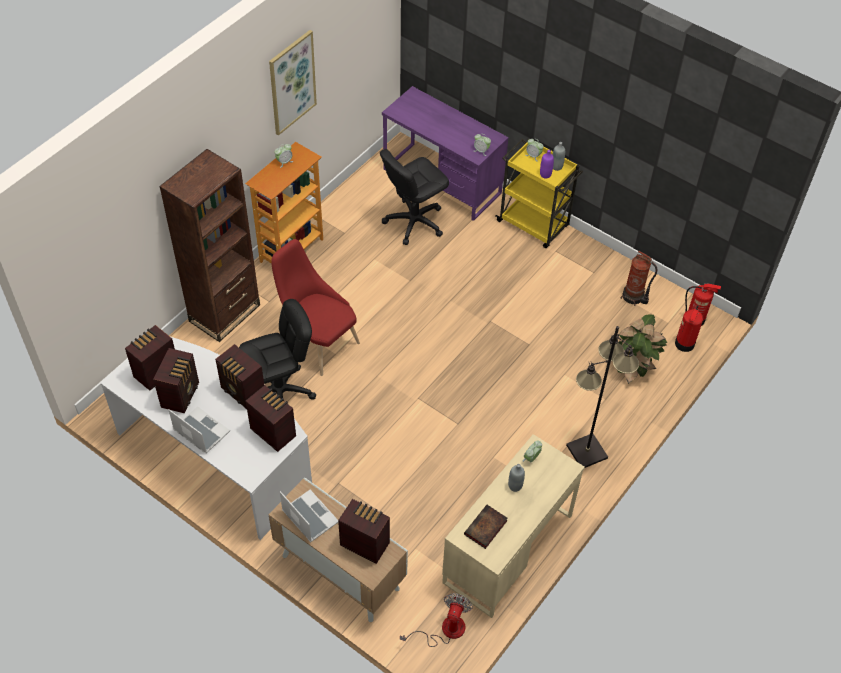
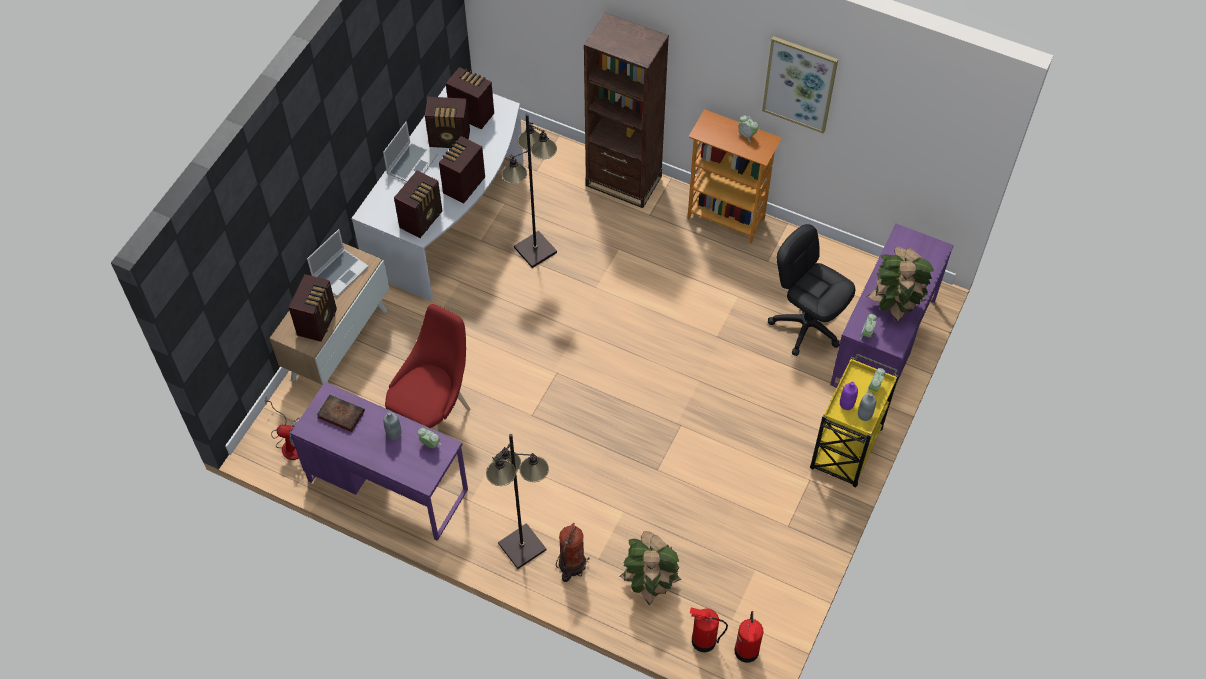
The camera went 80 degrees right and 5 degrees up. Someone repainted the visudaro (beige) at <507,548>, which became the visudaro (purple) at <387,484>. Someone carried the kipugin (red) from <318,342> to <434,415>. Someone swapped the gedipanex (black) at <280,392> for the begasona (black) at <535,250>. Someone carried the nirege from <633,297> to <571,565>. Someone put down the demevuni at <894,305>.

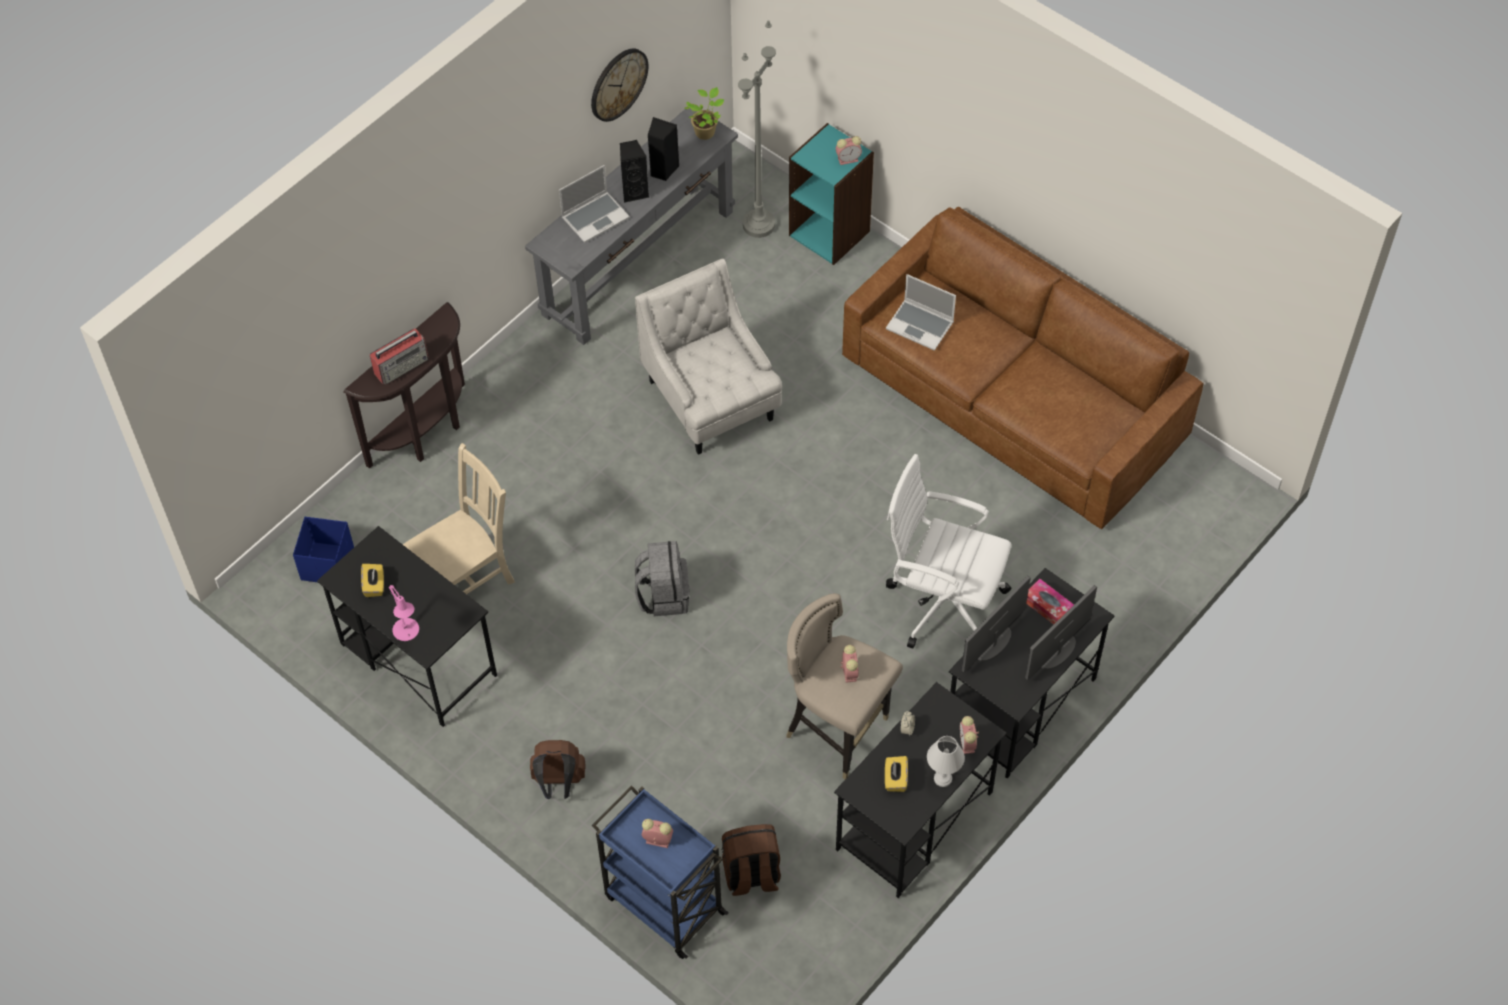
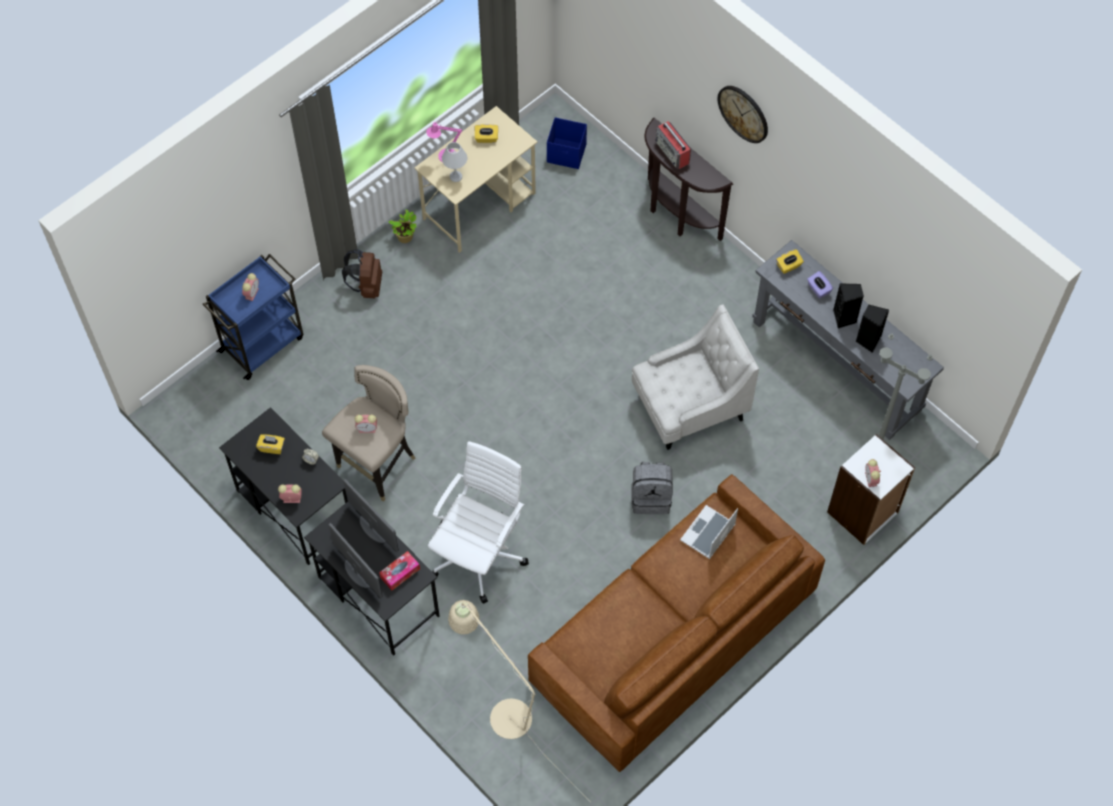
The camera went 95 degrees right and 5 degrees up. Someone carried the demevuni from <705,131> to <406,237>. Someone repainted the visudaro (black) at <417,659>, which became the visudaro (beige) at <480,205>. Someone carried the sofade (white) from <943,778> to <455,177>. Someone put down the begasona (beige) at <502,711>. Someone carried the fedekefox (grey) from <663,595> to <651,497>. Someone carried the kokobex from <618,84> to <743,113>. Someone put down the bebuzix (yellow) at <788,266>. Someone swapped the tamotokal at <595,217> for the bebuzix (purple) at <818,289>. Someone repainted the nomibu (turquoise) at <830,233>, which became the nomibu (white) at <863,513>. Someone took away the kipugin (beige) at <467,579>. Someone took away the fedekefox (brown) at <751,875>.

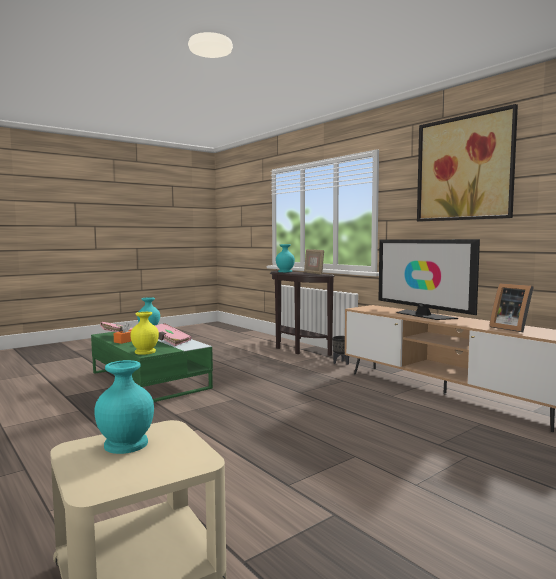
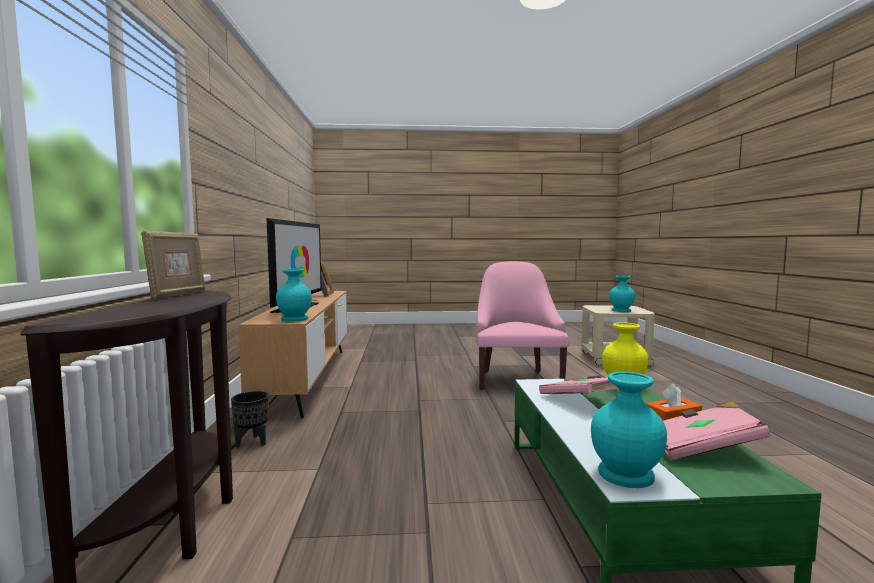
The camera went 145 degrees left and 0 degrees up. Someone carried the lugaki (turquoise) from <285,271> to <295,319>. Someone put down the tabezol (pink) at <516,379>. Someone took away the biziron at <464,168>.

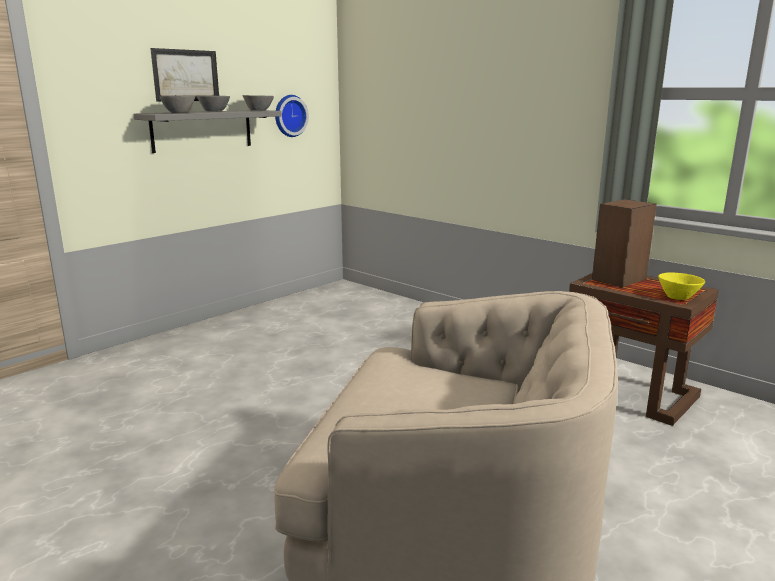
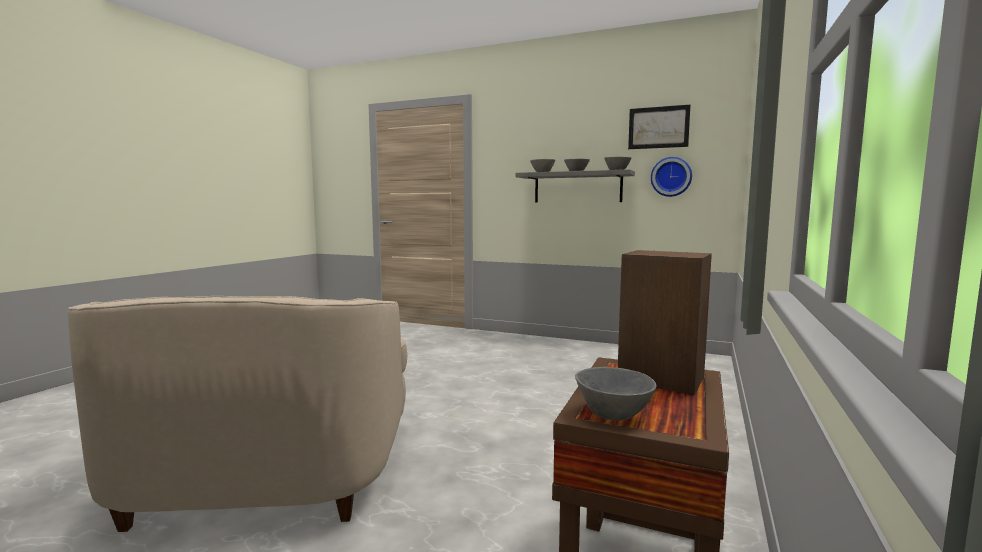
The camera went 70 degrees right and 10 degrees down. Someone repainted the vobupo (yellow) at <679,297>, which became the vobupo (grey) at <614,415>. Someone carried the biziron from <186,75> to <658,127>.

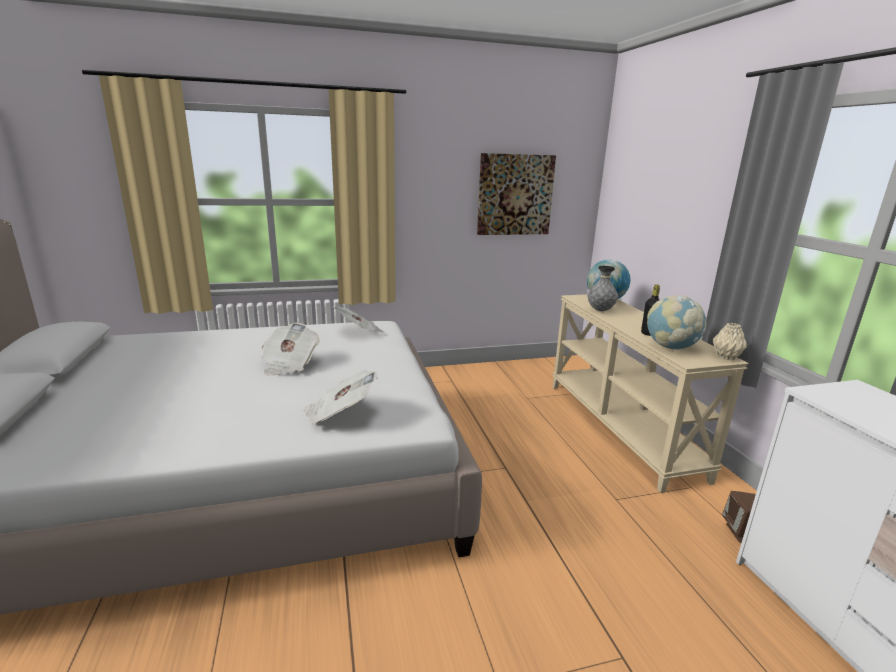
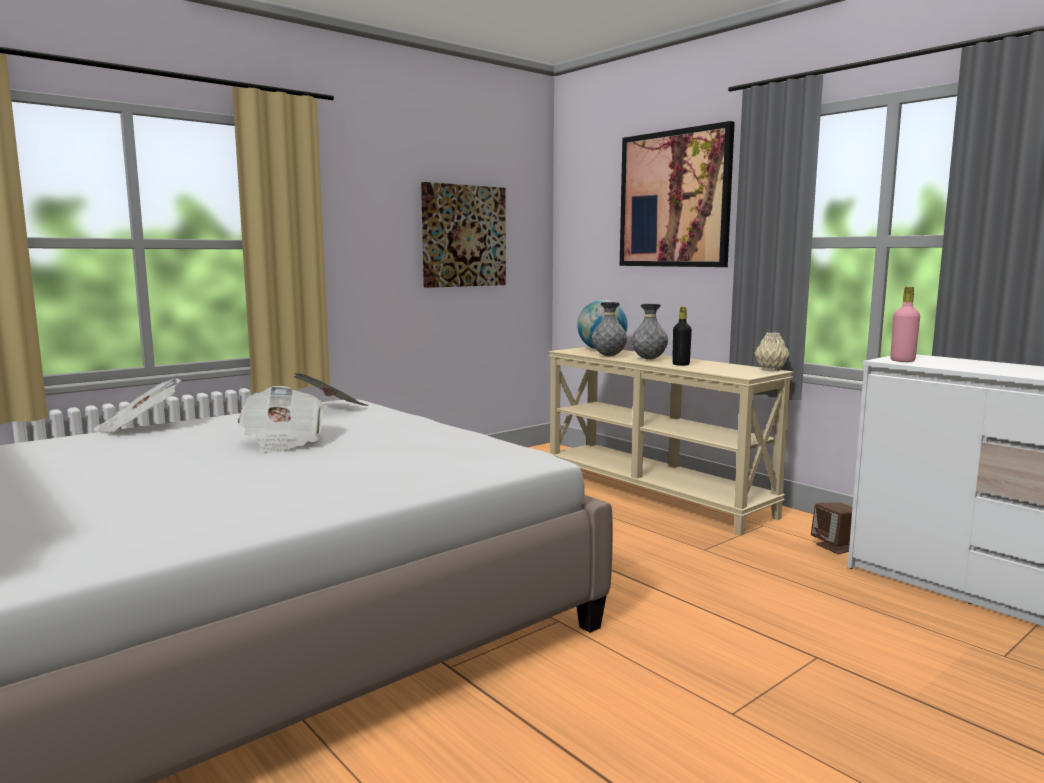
The camera went 25 degrees left and 10 degrees down. Someone carried the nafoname from <340,413> to <139,427>. Someone put up the biziron at <674,199>. Someone put down the lugaki (grey) at <649,359>. Someone put down the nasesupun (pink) at <902,361>. Someone took away the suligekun at <670,347>.

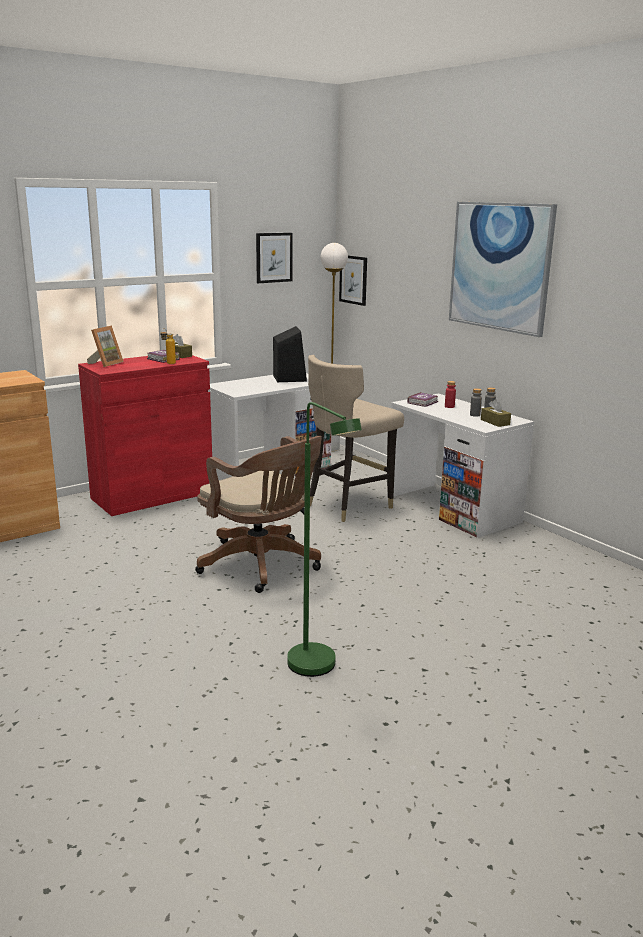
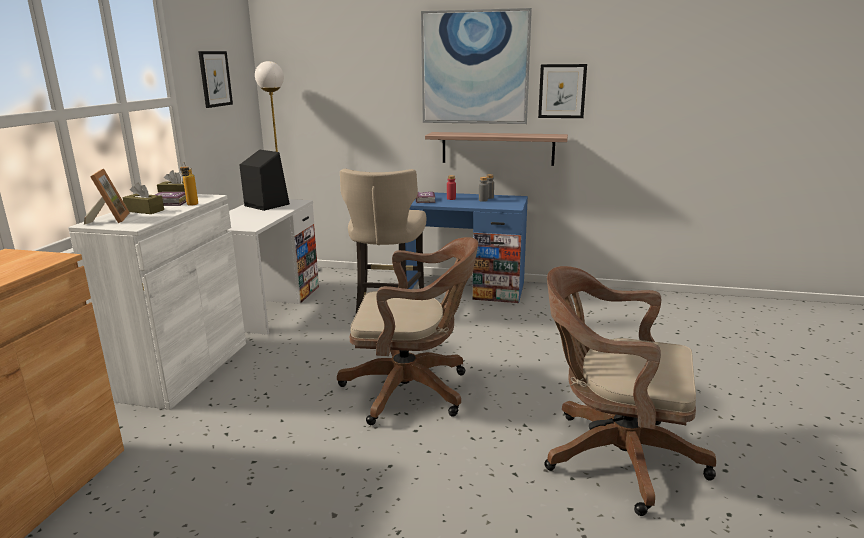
The camera went 40 degrees left and 0 degrees up. Someone repainted the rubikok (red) at <152,495>, which became the rubikok (white) at <182,370>. Someone carried the bebuzix (brown) from <495,422> to <144,210>. Someone repainted the visudaro (white) at <452,509>, which became the visudaro (blue) at <465,288>. Someone put up the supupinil at <497,148>. Someone carried the biziron from <353,279> to <562,91>. Someone swapped the begasona (green) at <318,669> for the gedipanex (brown) at <613,456>.

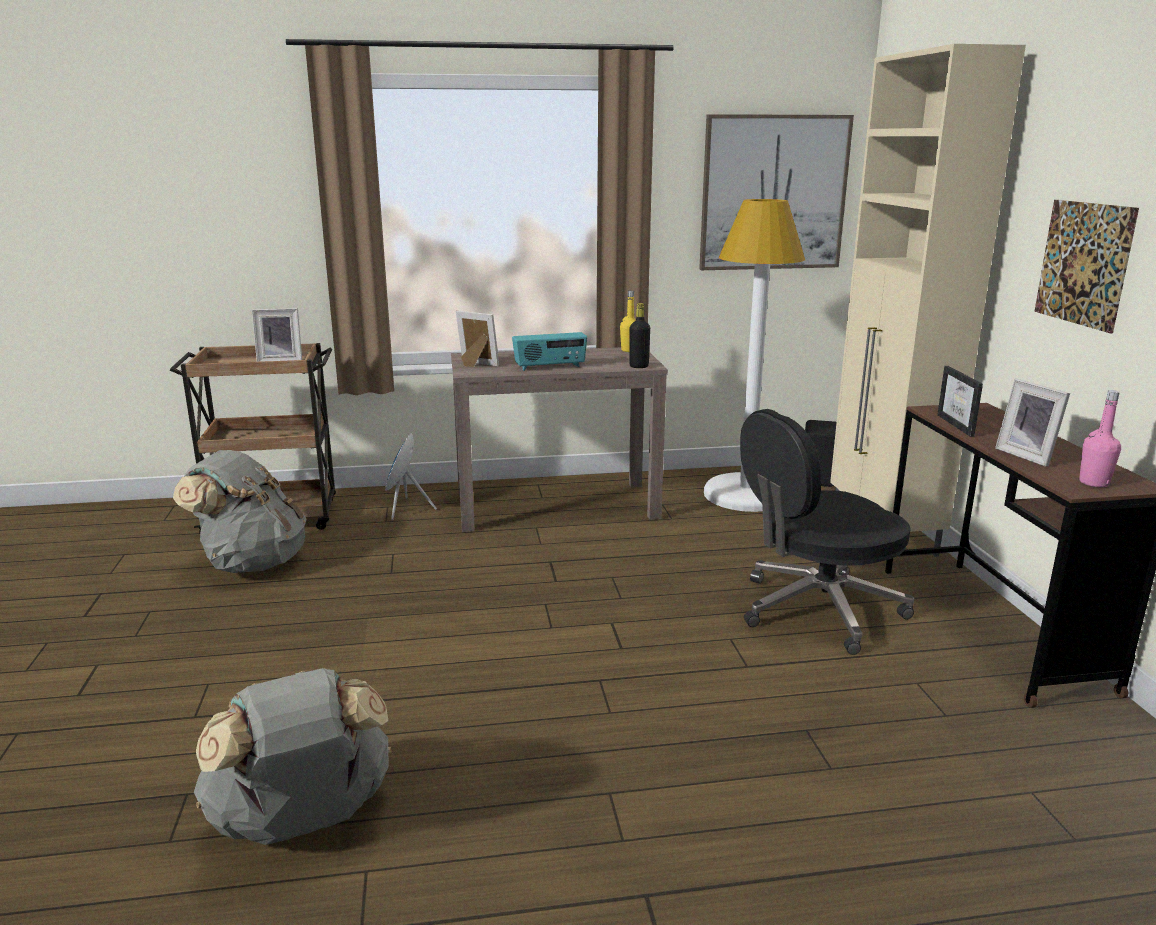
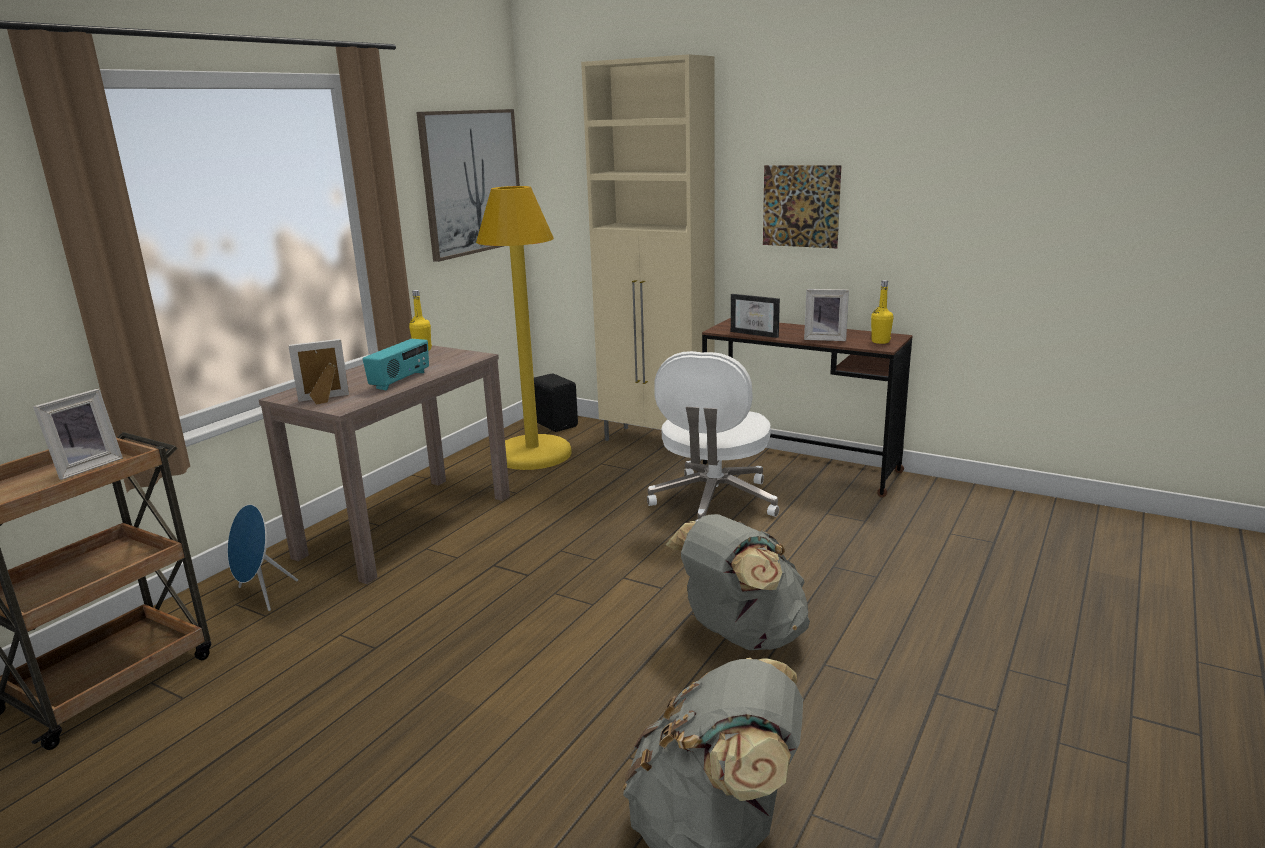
The camera went 50 degrees left and 0 degrees up. Someone repainted the begasona (white) at <746,495>, which became the begasona (yellow) at <533,454>. Someone repainted the gedipanex (black) at <817,610>, which became the gedipanex (white) at <714,503>. Someone carried the fedekefox (grey) from <251,563> to <741,636>. Someone repainted the nasesupun (pink) at <1094,483>, which became the nasesupun (yellow) at <880,341>. Someone took away the nasesupun (black) at <639,366>.

